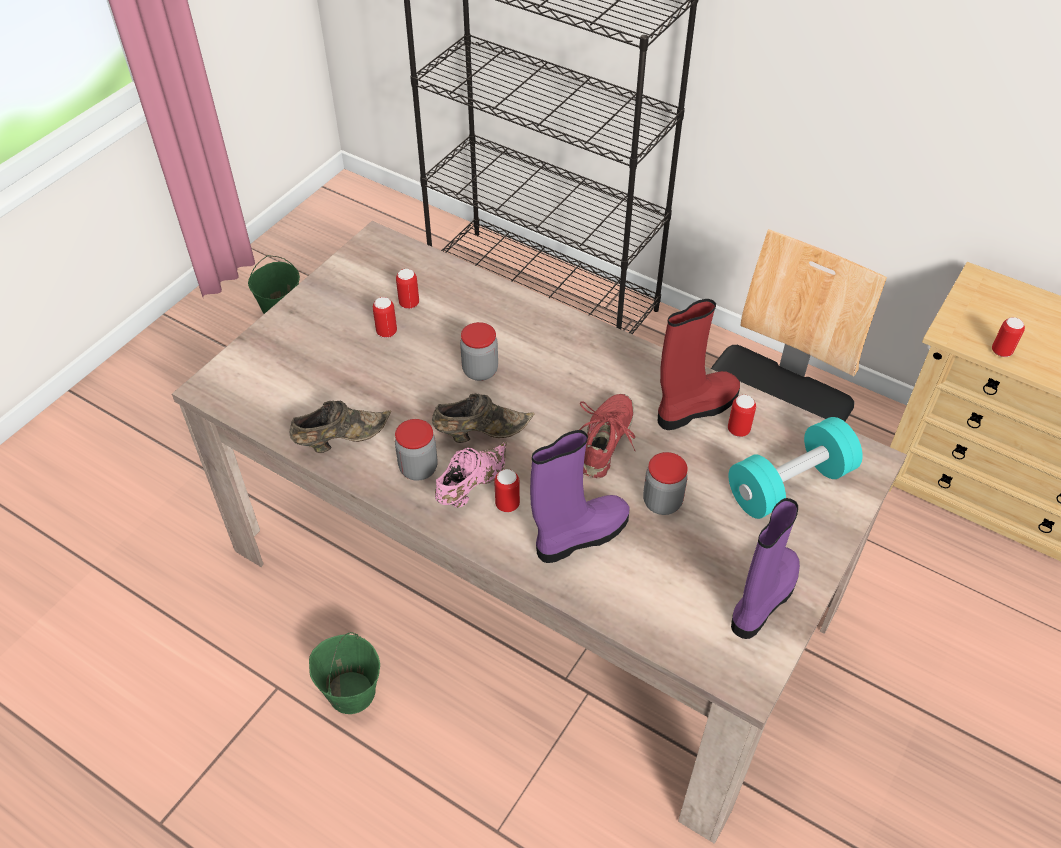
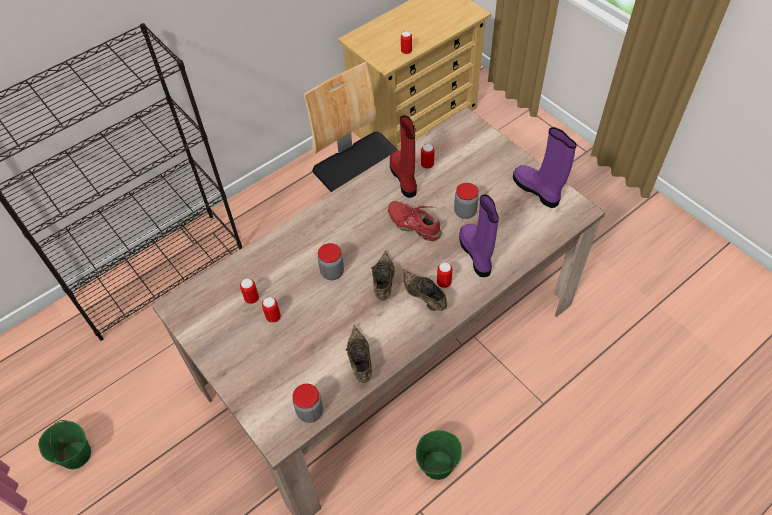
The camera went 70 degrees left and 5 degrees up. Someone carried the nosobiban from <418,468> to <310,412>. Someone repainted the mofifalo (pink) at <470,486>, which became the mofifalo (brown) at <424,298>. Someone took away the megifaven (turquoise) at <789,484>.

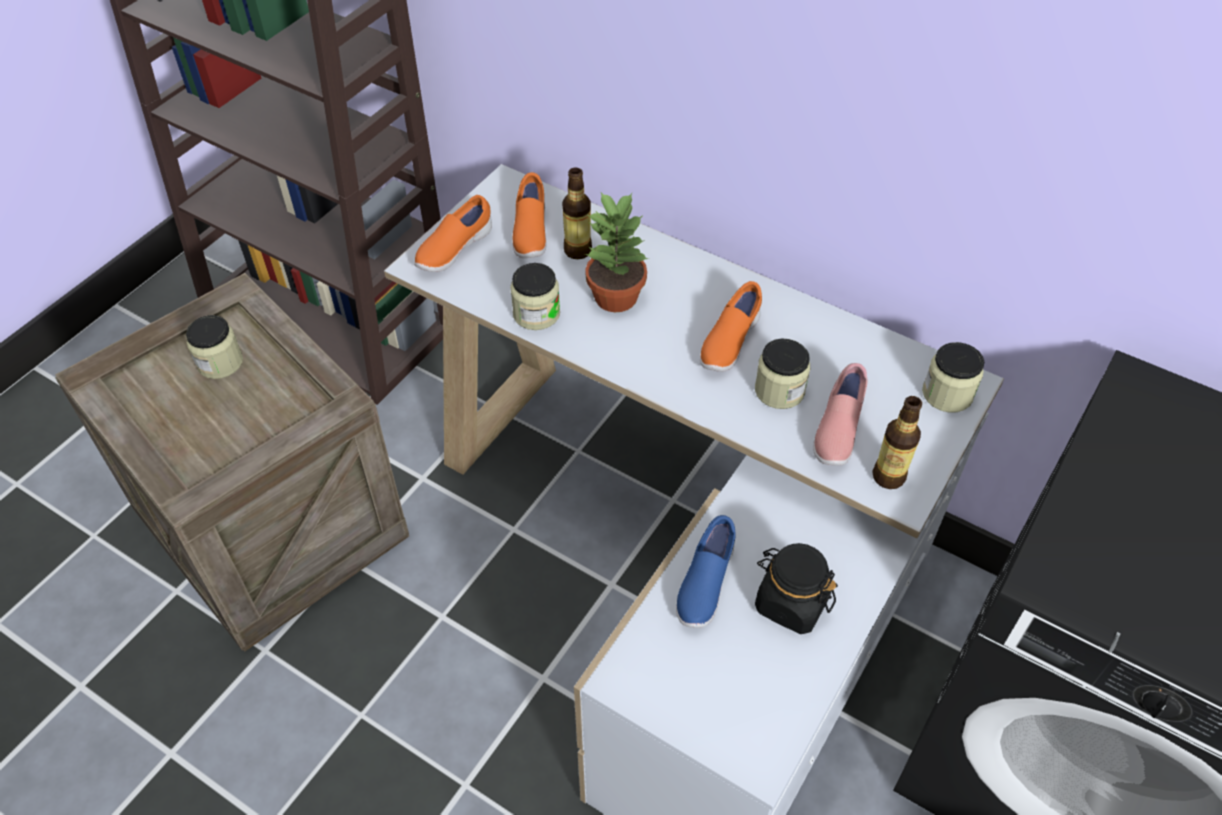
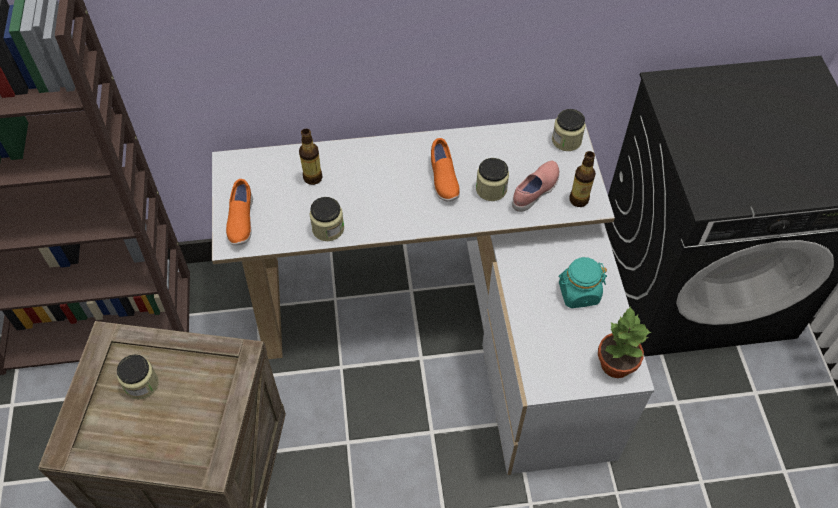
The camera went 40 degrees left and 5 degrees up. Someone rotated the mofifalo (pink) at <837,430> by 120 degrees counterclockwise. Someone repainted the nosobiban (black) at <791,603>, which became the nosobiban (turquoise) at <578,293>. Someone carried the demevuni from <616,296> to <615,363>. Someone took away the mofifalo (orange) at <530,233>. Someone took away the mofifalo (blue) at <704,584>.

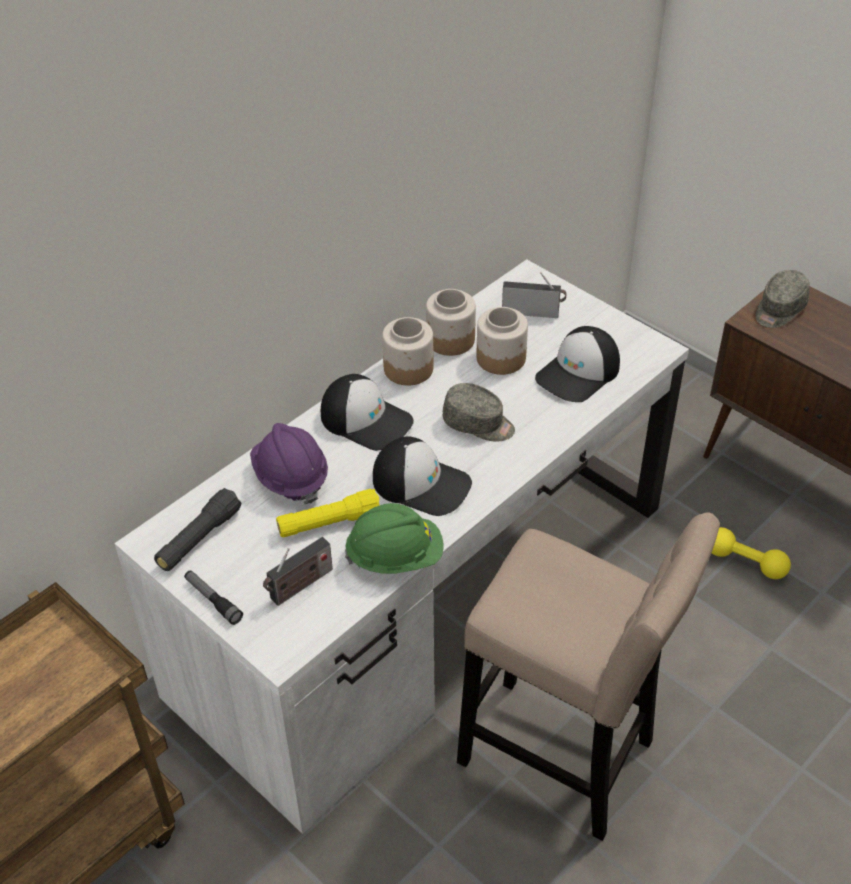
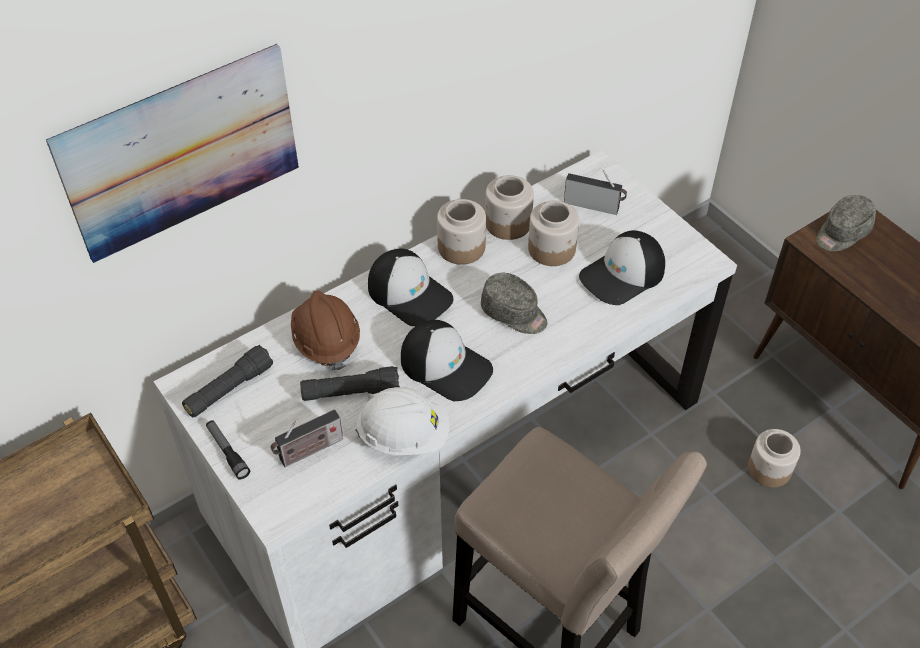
The camera went 10 degrees right and 5 degrees up. Someone put up the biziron at <182,153>. Someone repainted the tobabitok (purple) at <290,477>, which became the tobabitok (brown) at <326,341>. Someone repainted the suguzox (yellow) at <329,523>, which became the suguzox (black) at <351,392>. Someone repainted the tobabitok (green) at <395,557>, which became the tobabitok (white) at <404,436>. Someone swapped the megifaven (yellow) at <745,562> for the nosobiban at <770,469>.

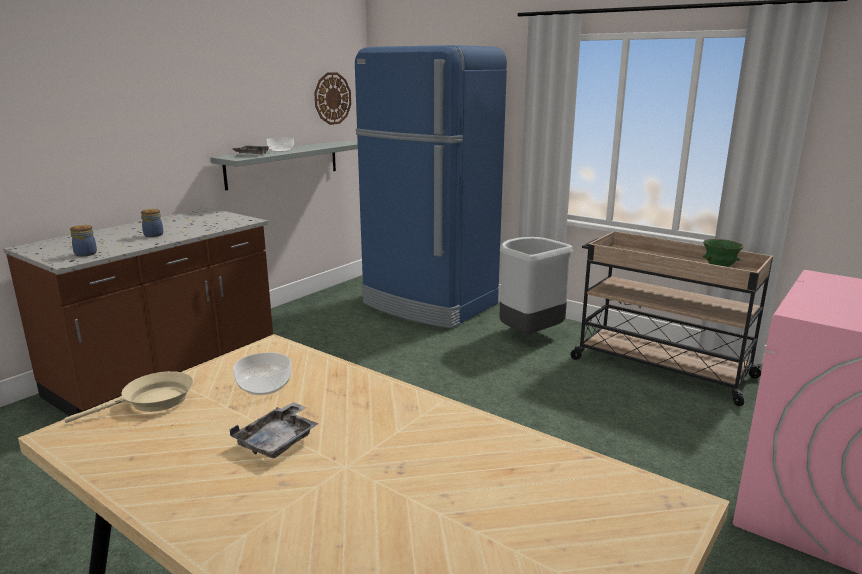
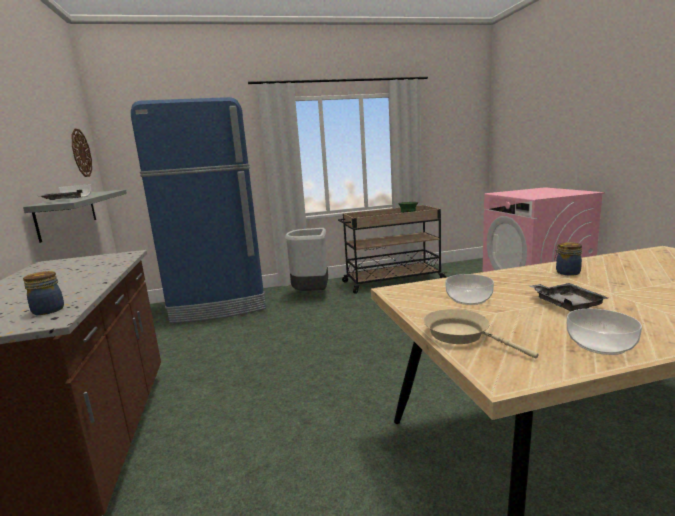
The camera went 50 degrees left and 5 degrees down. Someone rotated the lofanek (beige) at <152,401> by 45 degrees counterclockwise. Someone carried the nosobiban from <154,235> to <566,272>. Someone put down the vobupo at <601,345>.

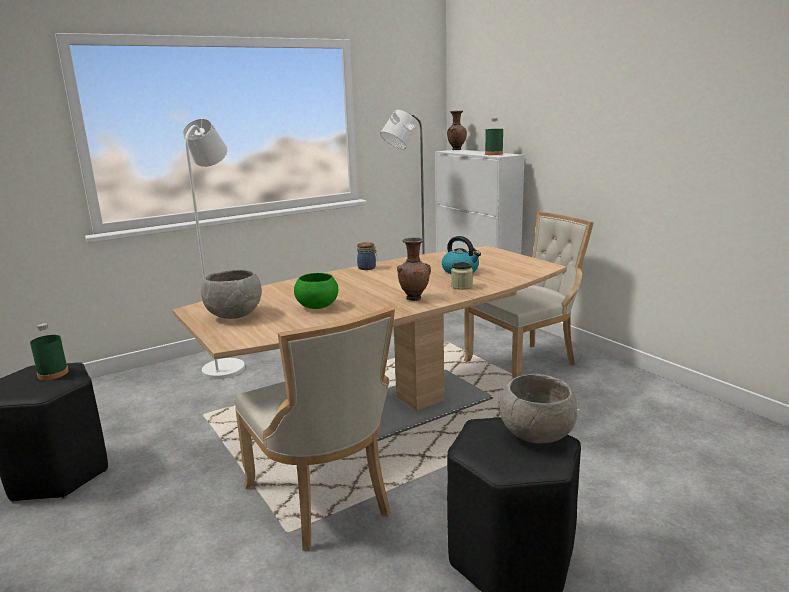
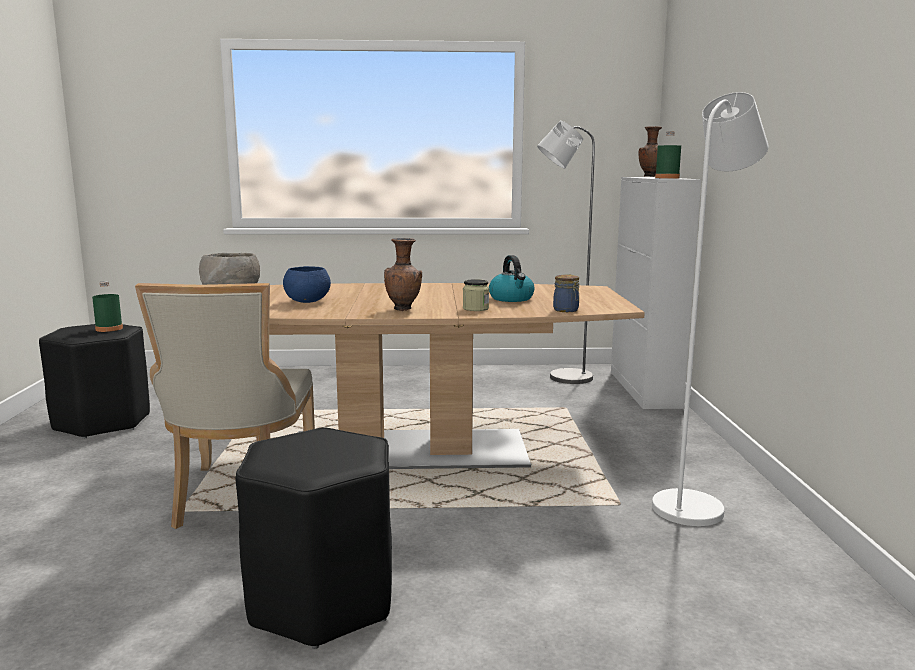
The camera went 30 degrees right and 5 degrees down. Someone repainted the vobupo (green) at <317,307>, which became the vobupo (blue) at <307,301>. Someone carried the nosobiban from <367,268> to <566,310>. Someone carried the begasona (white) from <227,366> to <693,504>. Someone took away the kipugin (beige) at <525,363>. Someone took away the vobupo (grey) at <536,436>.

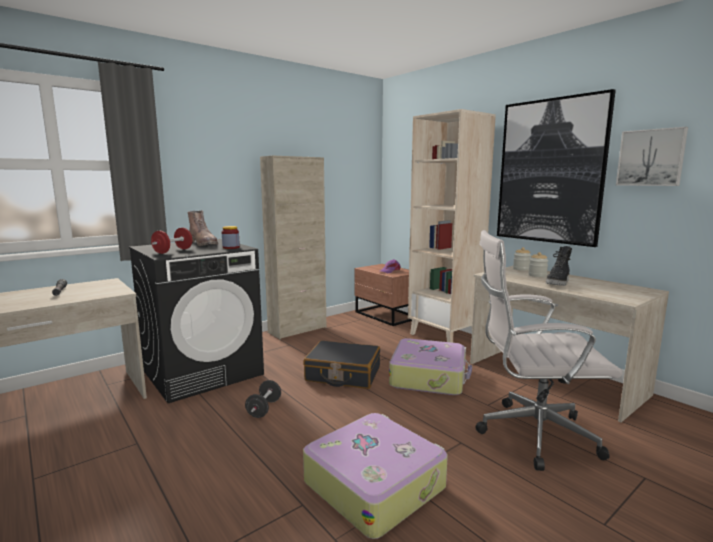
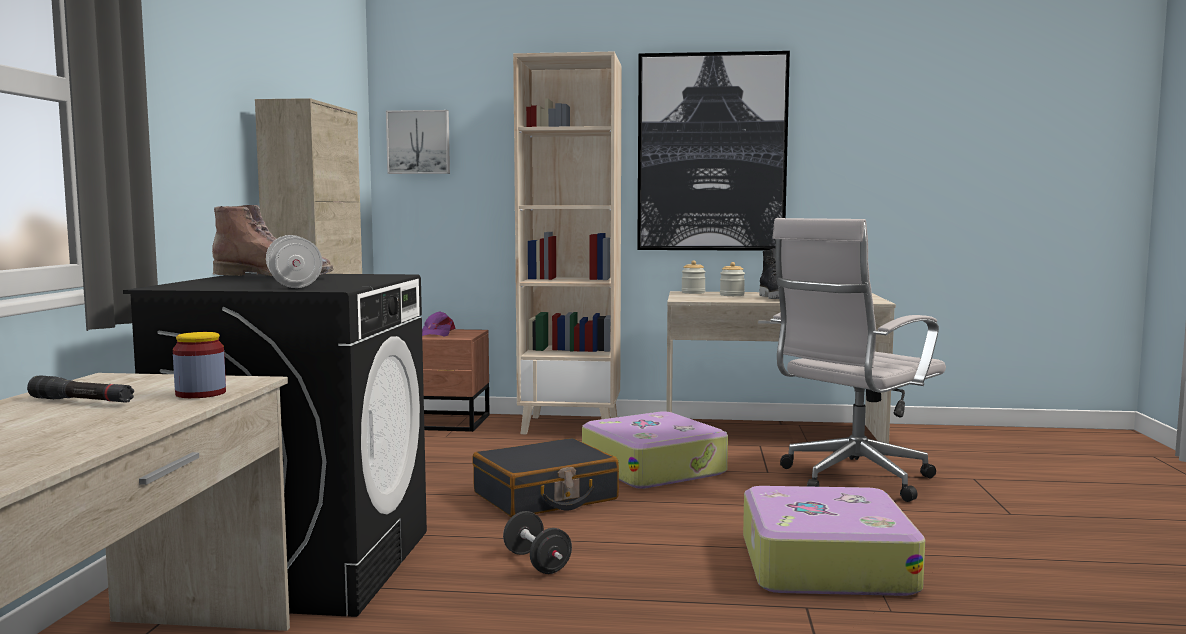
The camera went 45 degrees left and 5 degrees down. Someone carried the nosobiban from <231,247> to <201,393>. Someone repainted the megifaven (red) at <173,251>, which became the megifaven (white) at <294,285>. Someone carried the biziron from <651,158> to <419,142>.

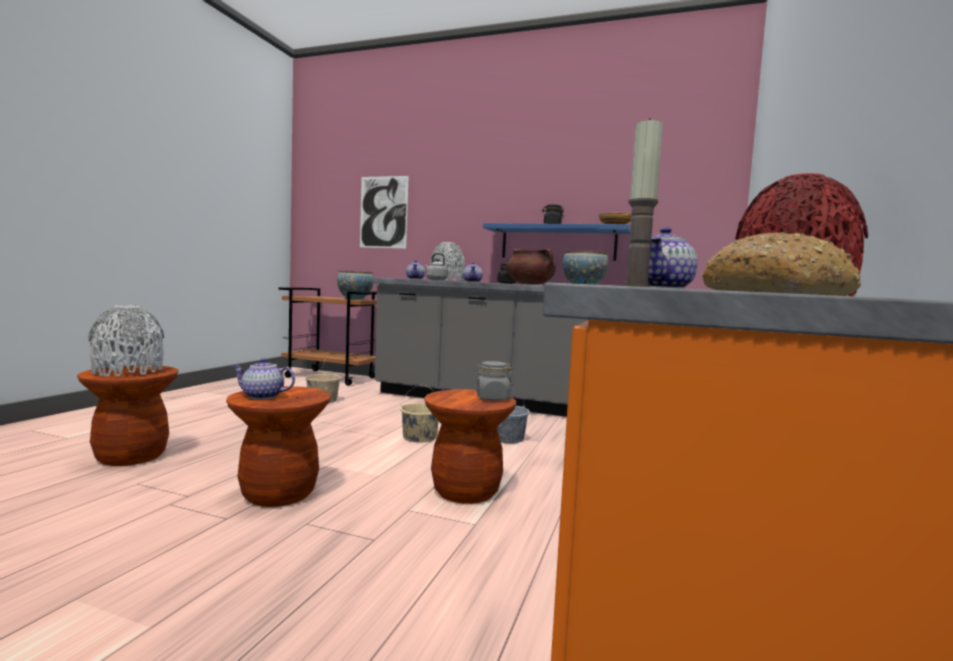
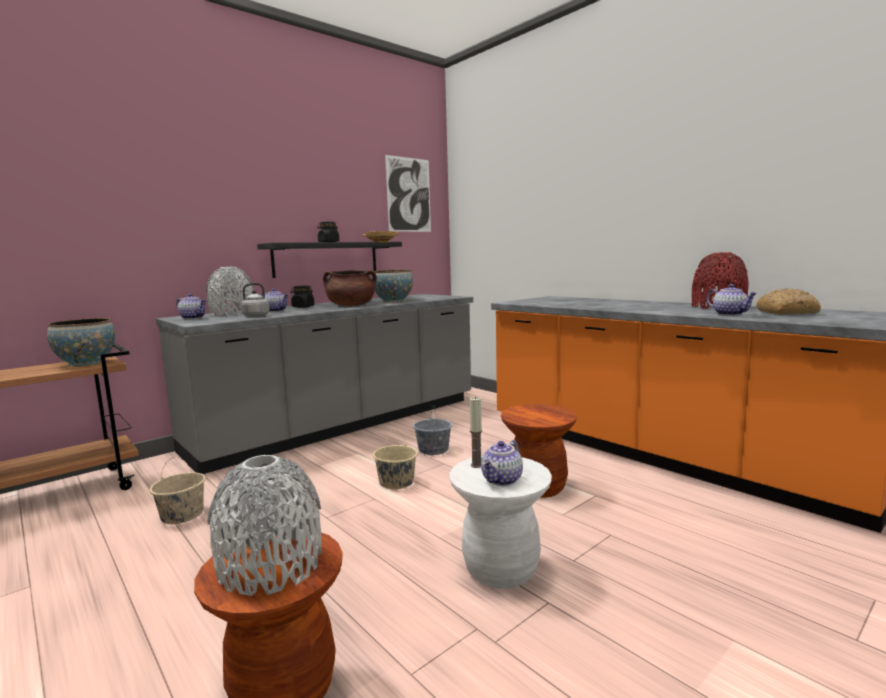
The camera went 60 degrees left and 5 degrees up. Someone repainted the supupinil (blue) at <558,243>, which became the supupinil (black) at <326,259>. Someone carried the biziron from <383,212> to <409,195>. Someone repainted the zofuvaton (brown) at <279,494>, which became the zofuvaton (white) at <501,569>. Someone carried the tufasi from <637,286> to <476,465>. Someone took away the nosobiban (grey) at <492,398>.

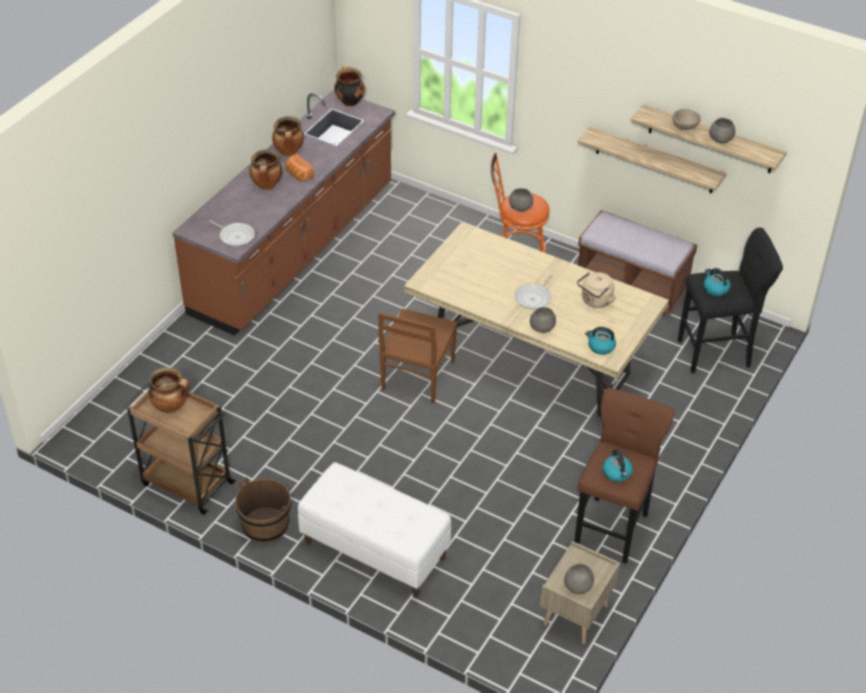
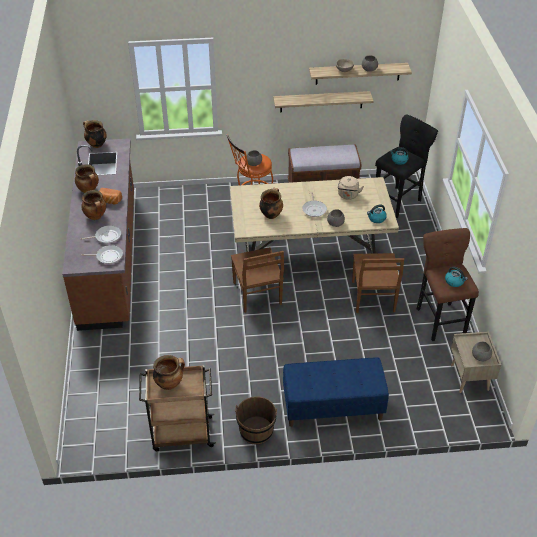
The camera went 35 degrees left and 0 degrees up. Someone put down the lofanek at <106,236>. Someone put down the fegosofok at <271,214>. Someone repainted the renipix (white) at <374,550>, which became the renipix (blue) at <332,407>. Someone put down the kipugin (brown) at <373,297>.

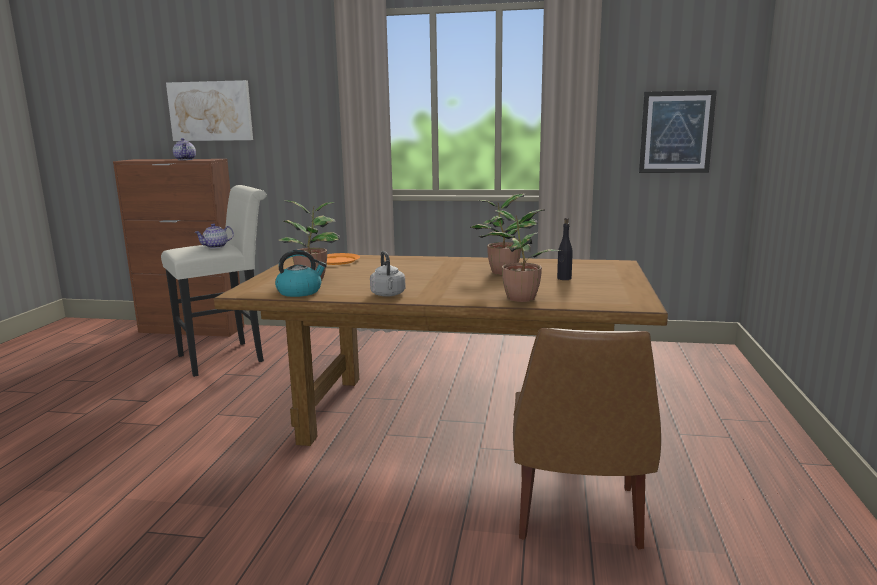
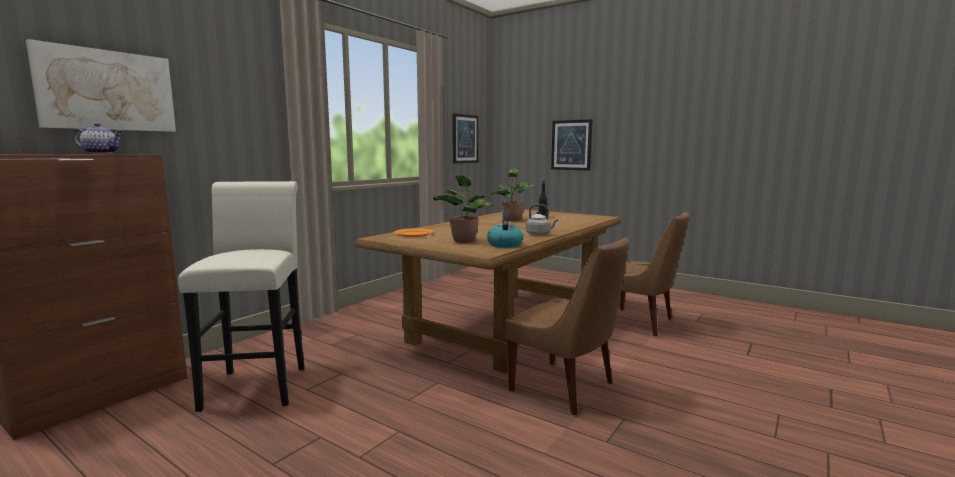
The camera went 65 degrees left and 5 degrees down. Someone put down the kipugin (brown) at <565,388>. Someone put up the biziron at <571,145>. Someone took away the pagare at <215,247>. Someone took away the demevuni at <518,297>.

